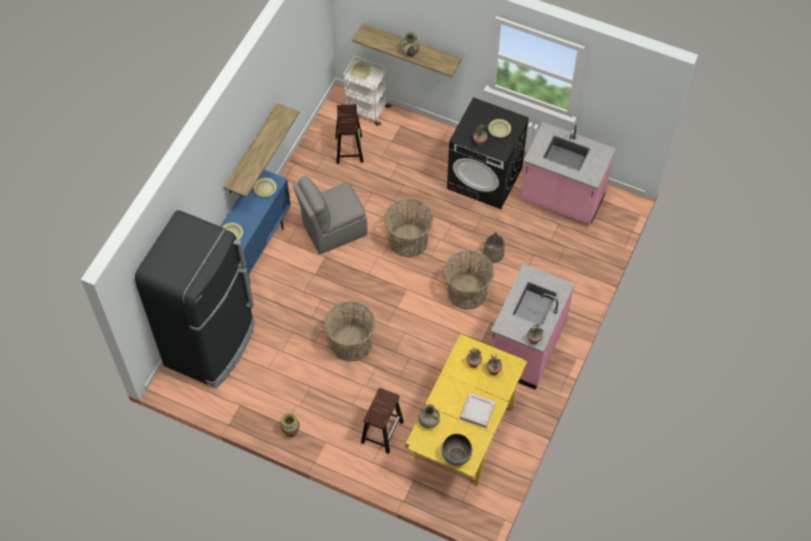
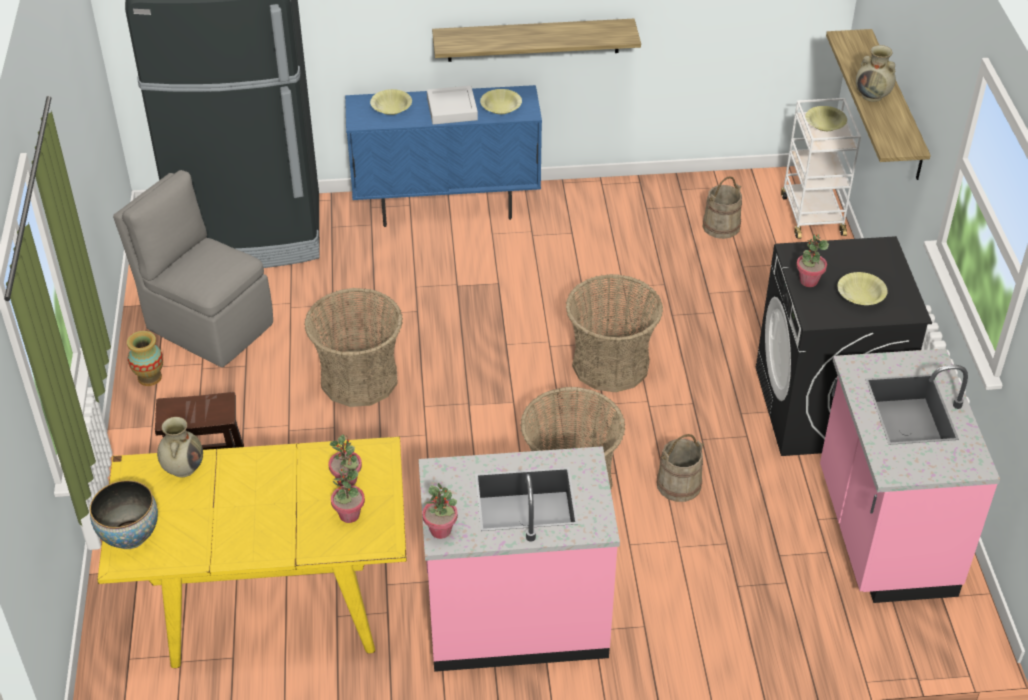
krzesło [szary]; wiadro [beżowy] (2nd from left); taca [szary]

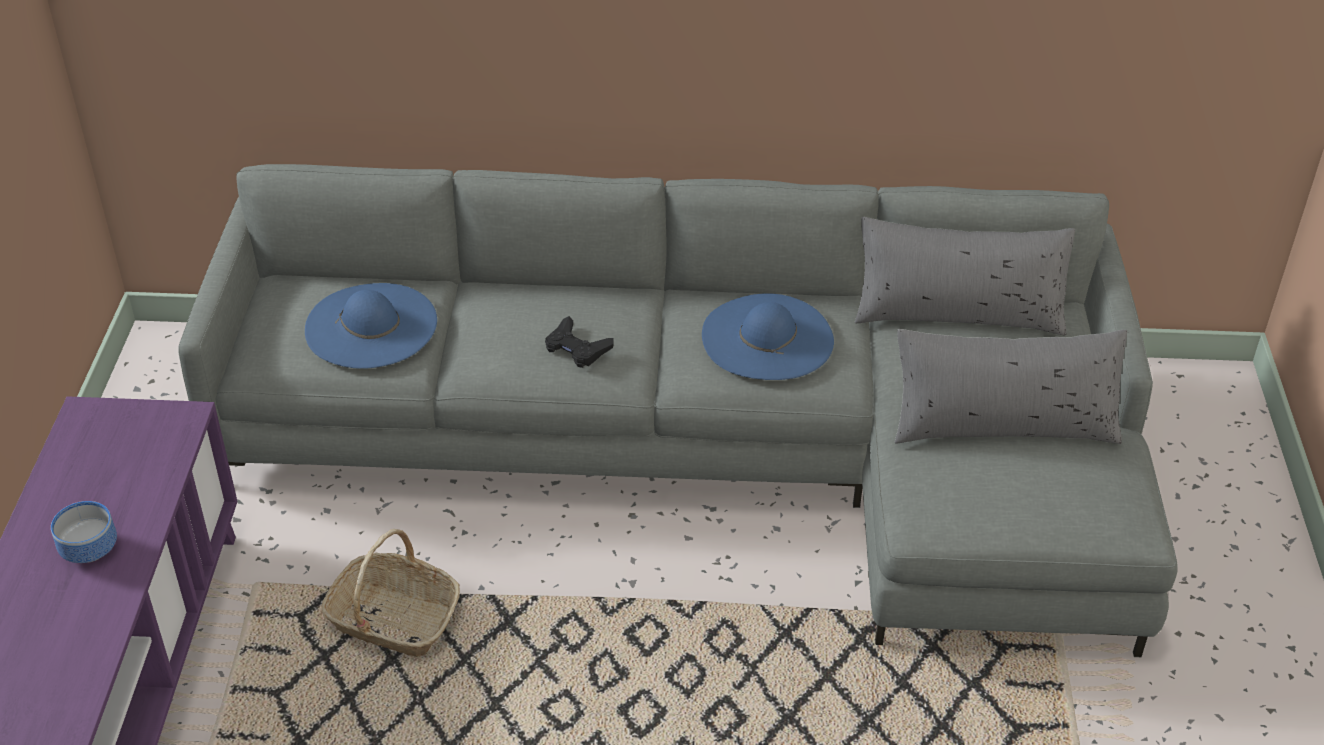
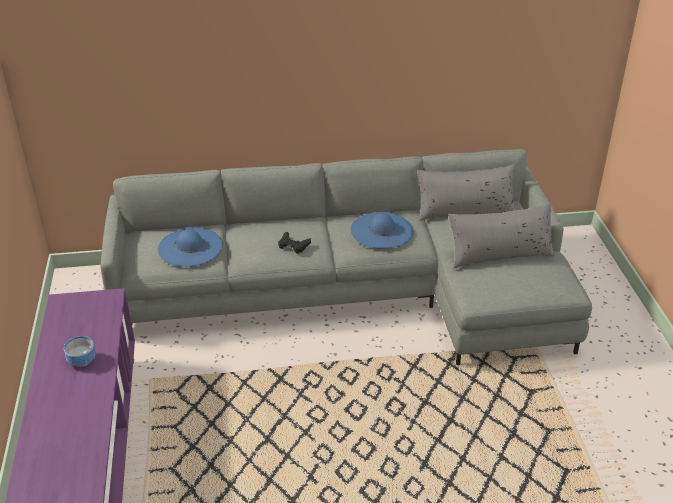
koszyk

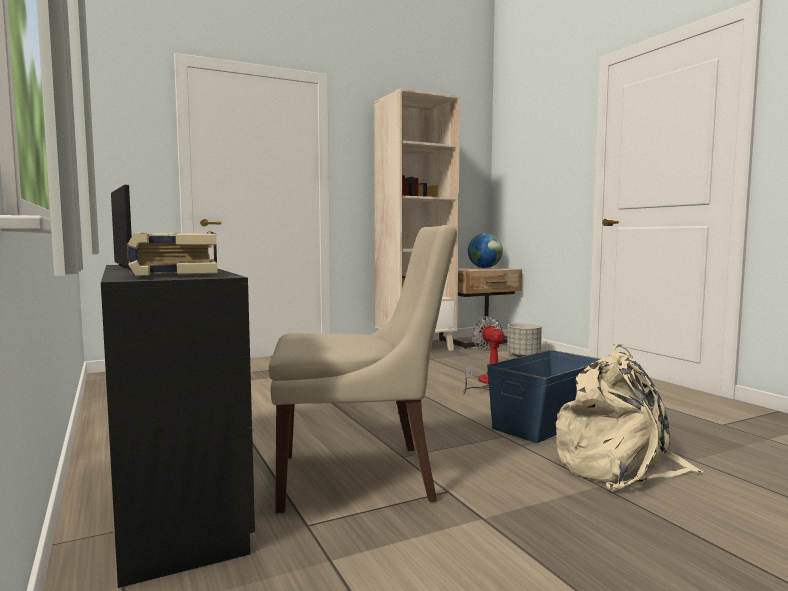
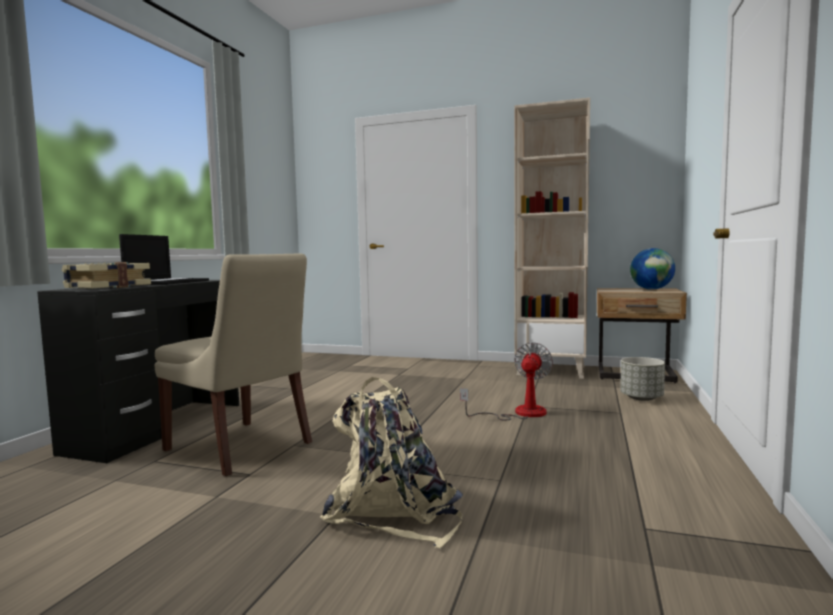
pojemnik do przechowywania [niebieski]

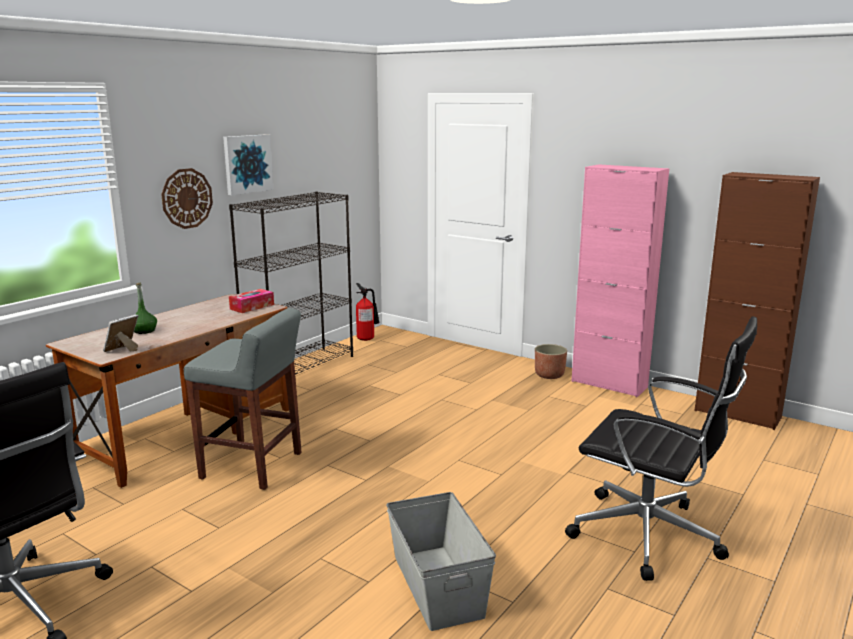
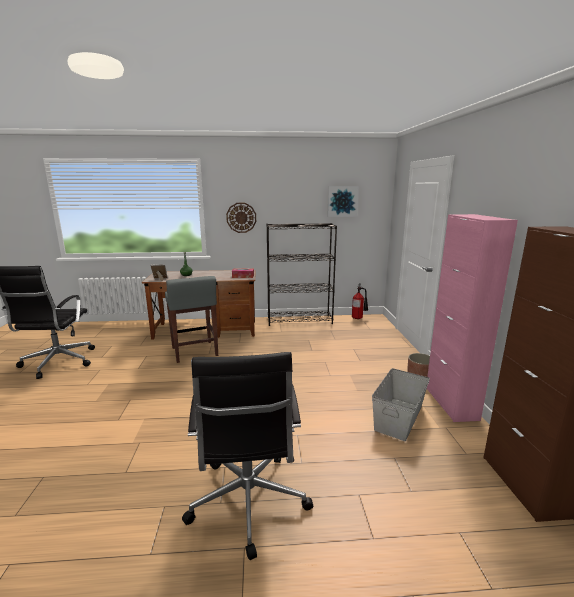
obraz; pojemnik do przechowywania [szary]

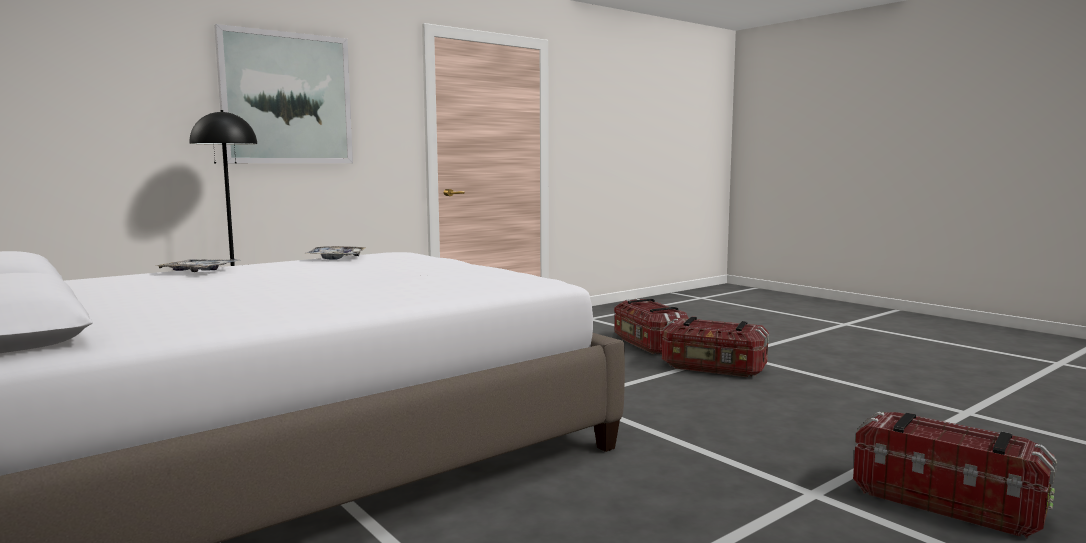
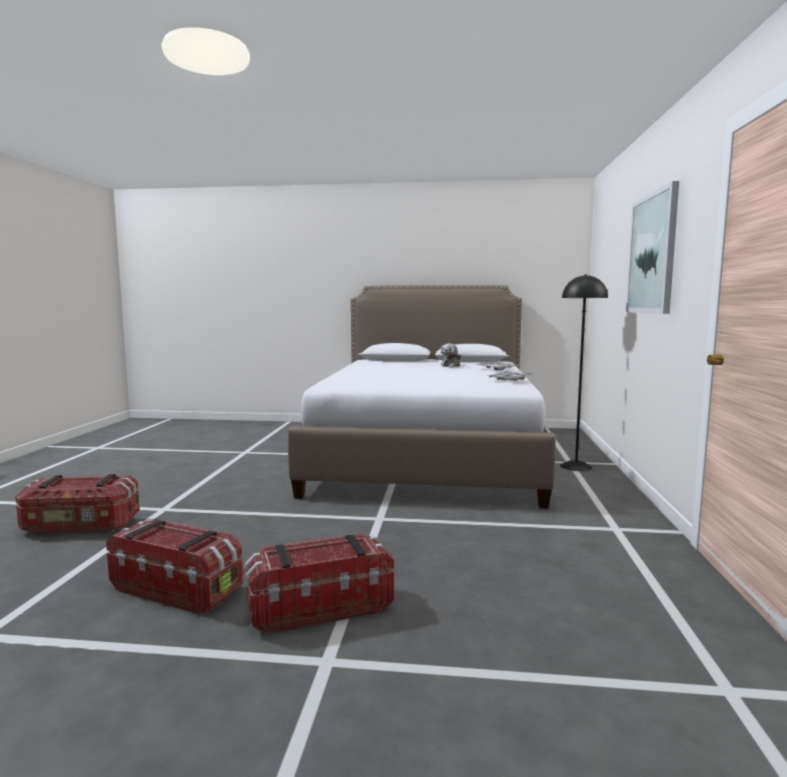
pojemnik do przechowywania (2nd from left); pluszak

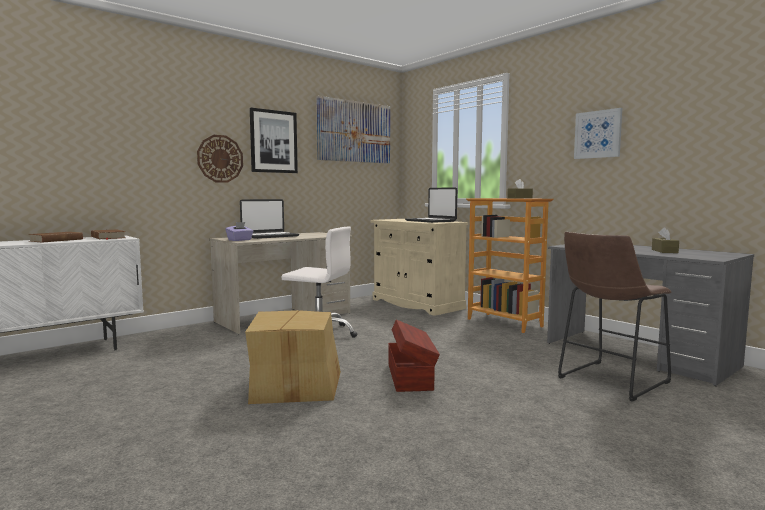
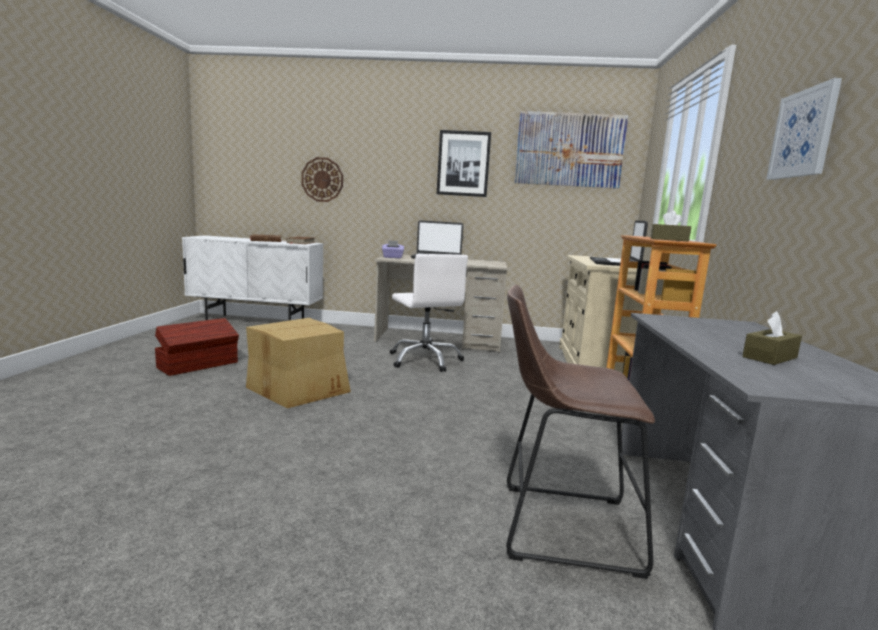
zegar ścienny; pojemnik do przechowywania [brązowy]

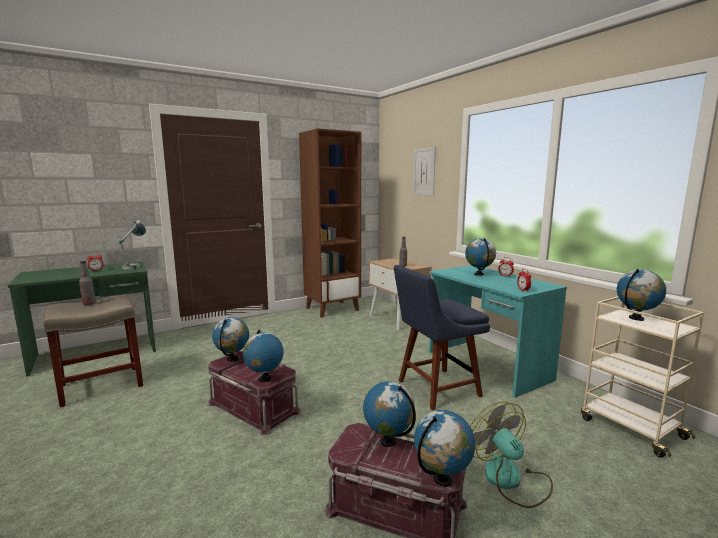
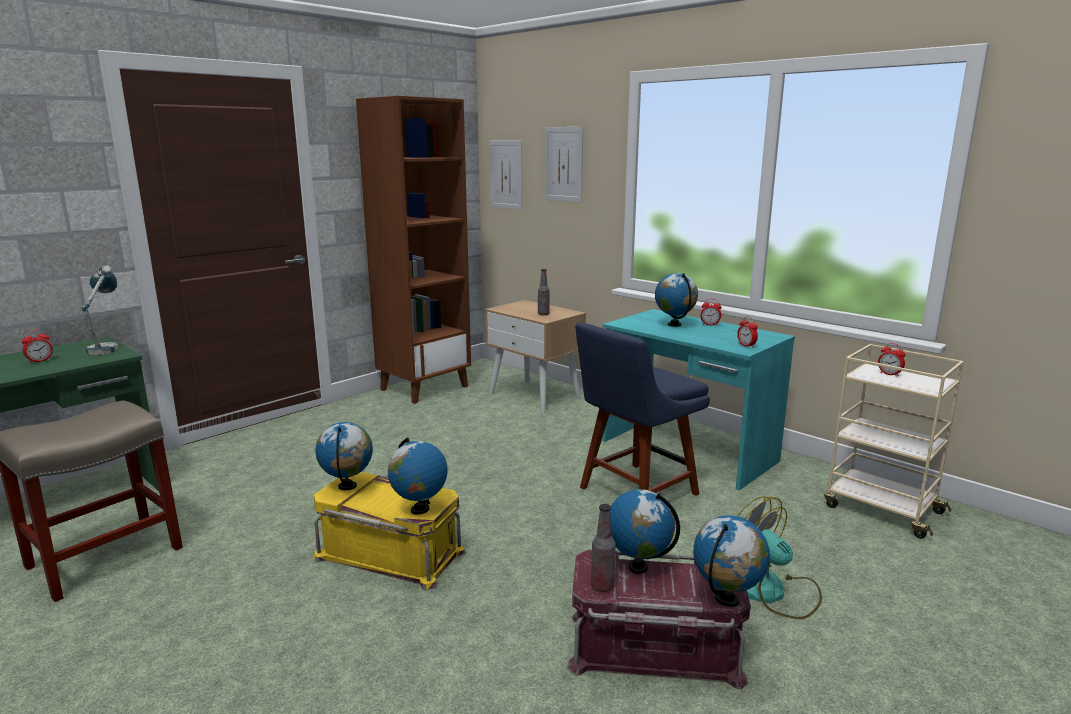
butelka (2nd from left); pojemnik do przechowywania [żółty]; budzik (4th from left); obraz (1st from left)

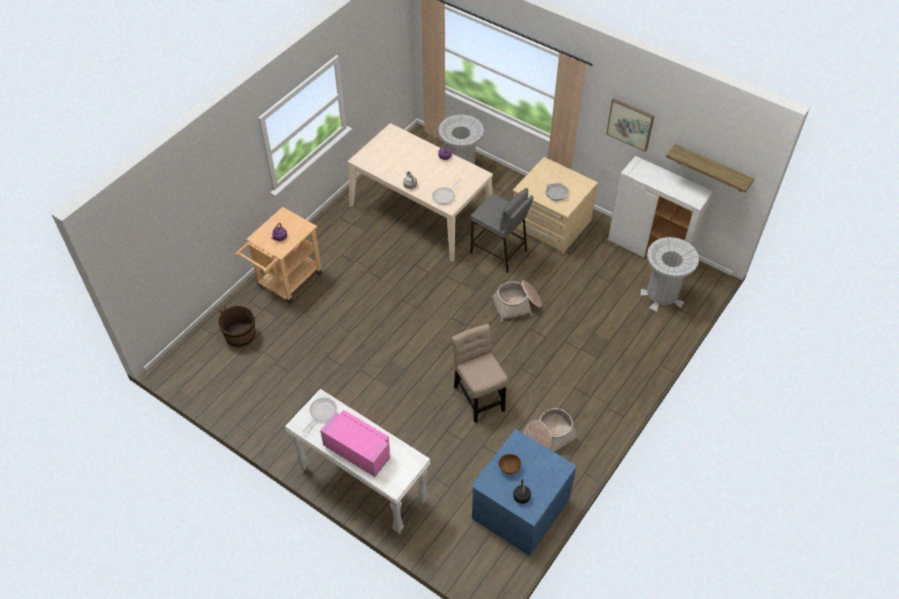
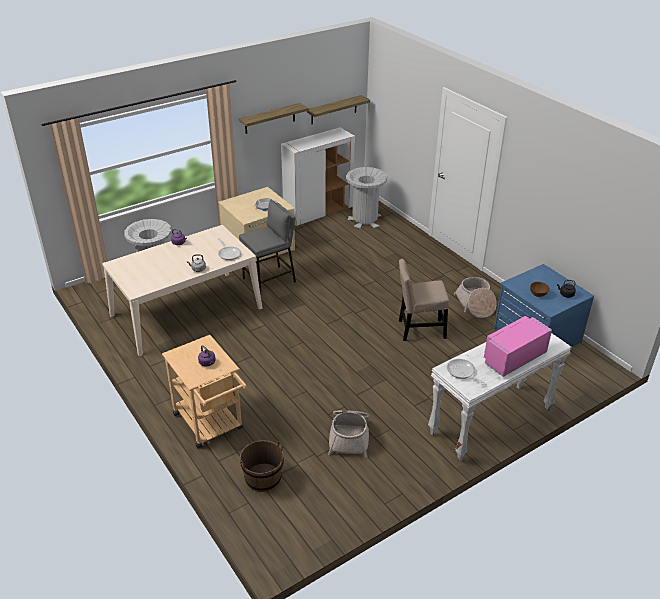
koszyk (1st from left); półka (1st from left)

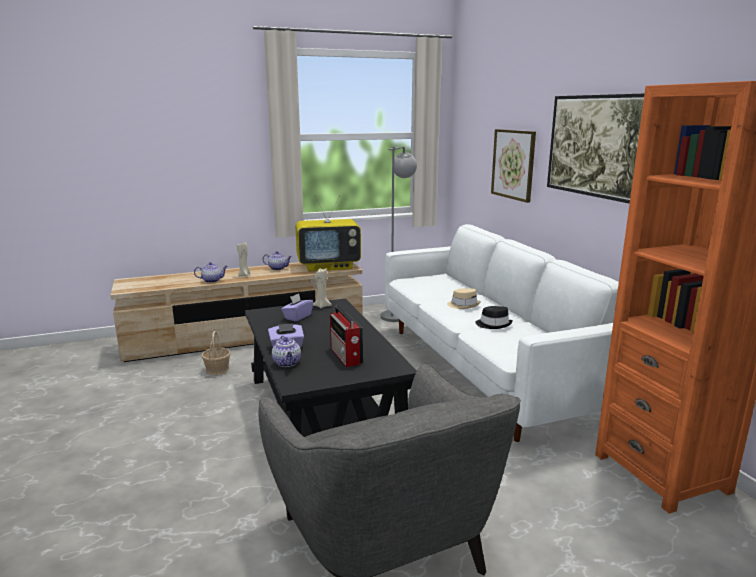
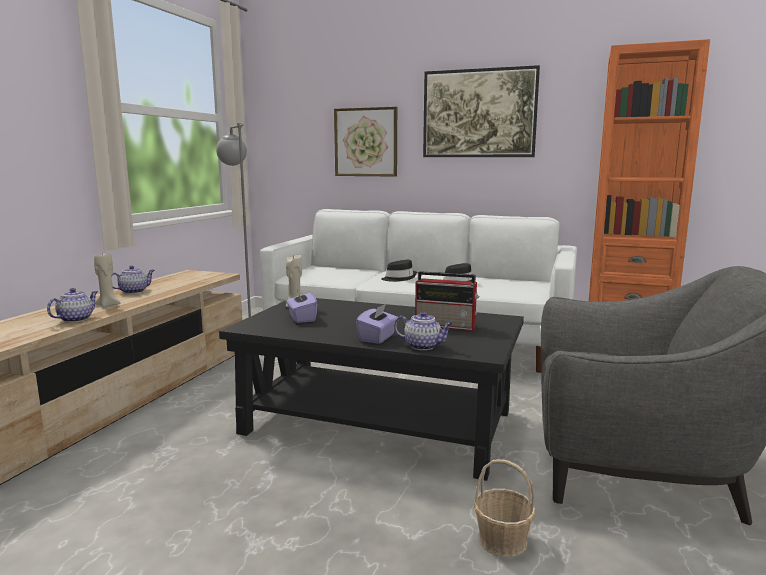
koszyk; telewizor; kapelusz [czarny] (1st from left)

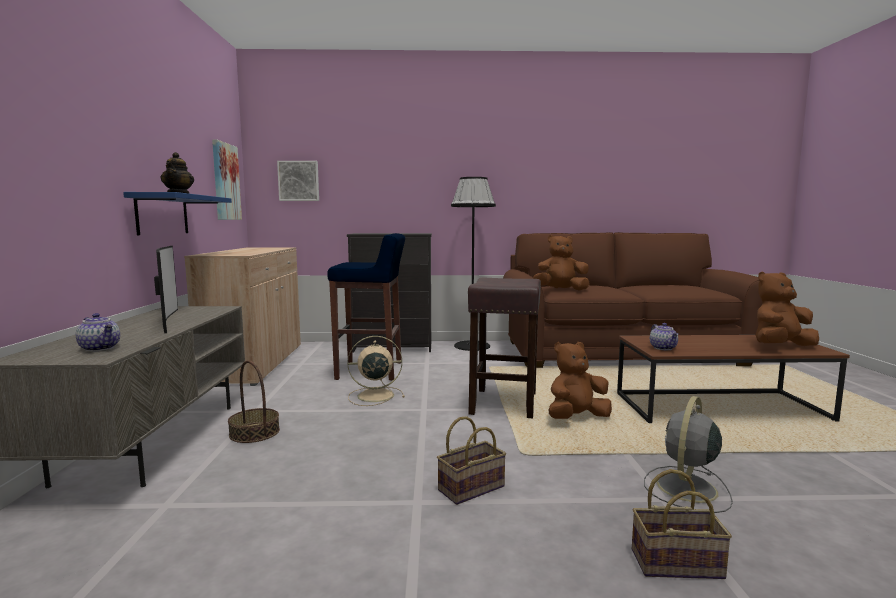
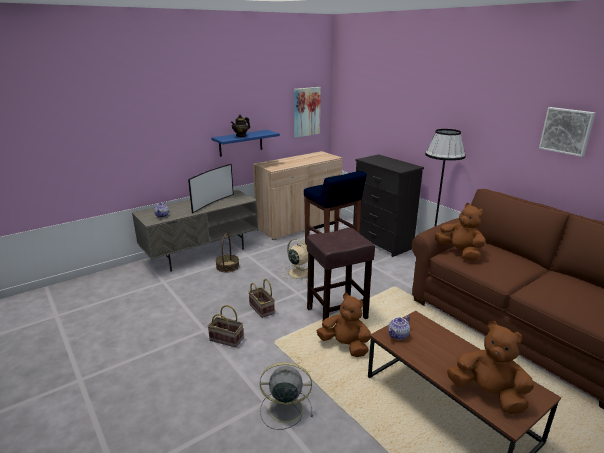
obraz (2nd from left); koszyk (3rd from left)

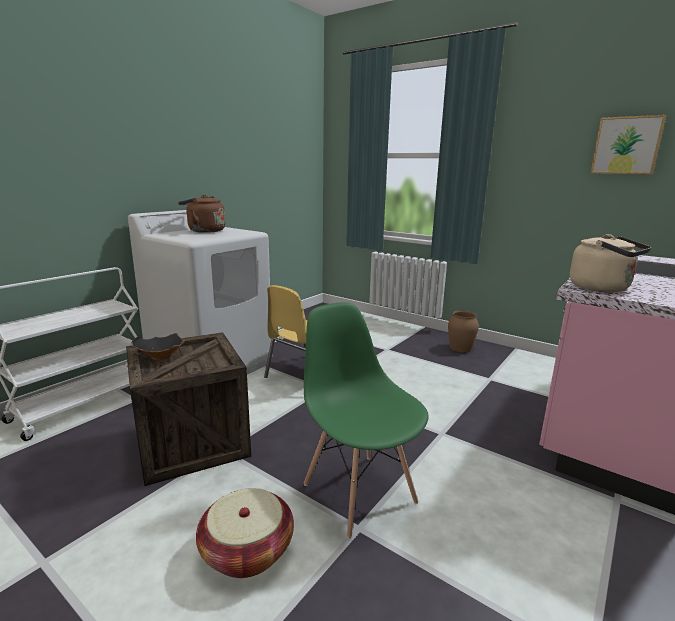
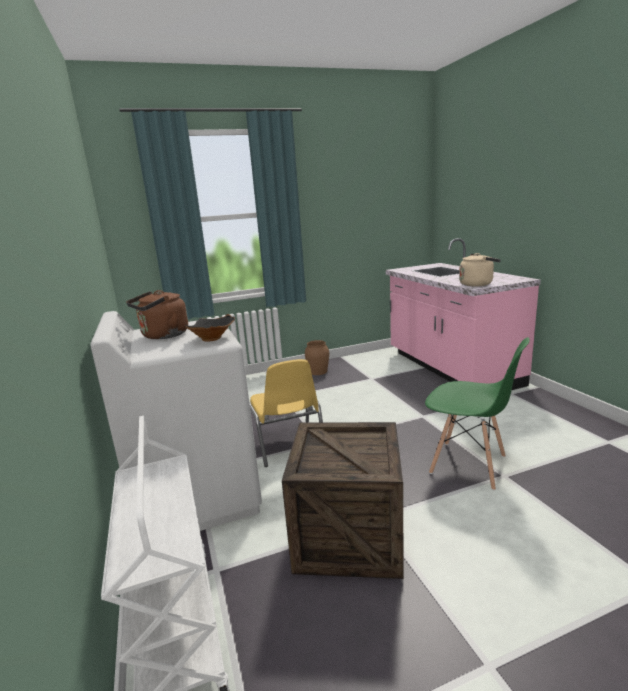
miska [czarny]; koszyk; krzesło [zielony]; obraz

